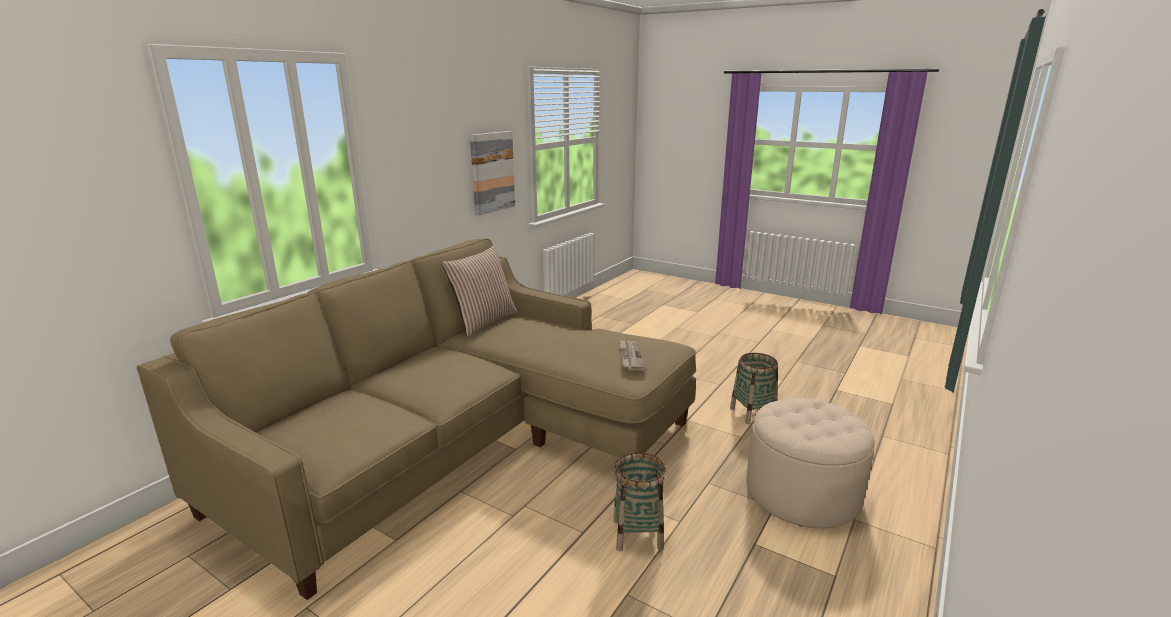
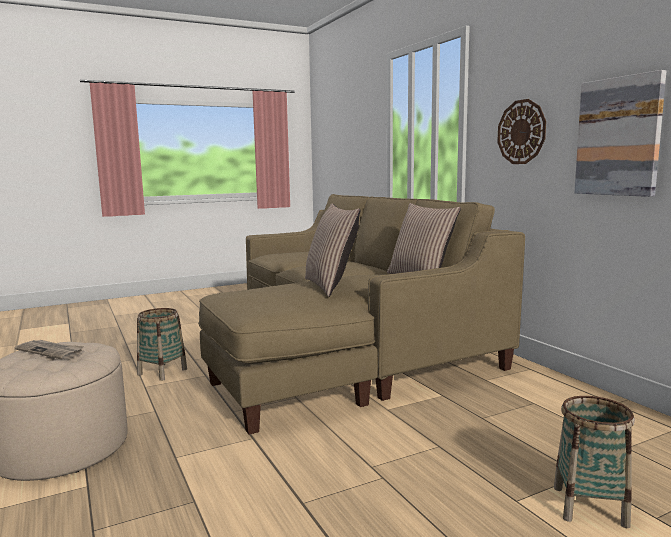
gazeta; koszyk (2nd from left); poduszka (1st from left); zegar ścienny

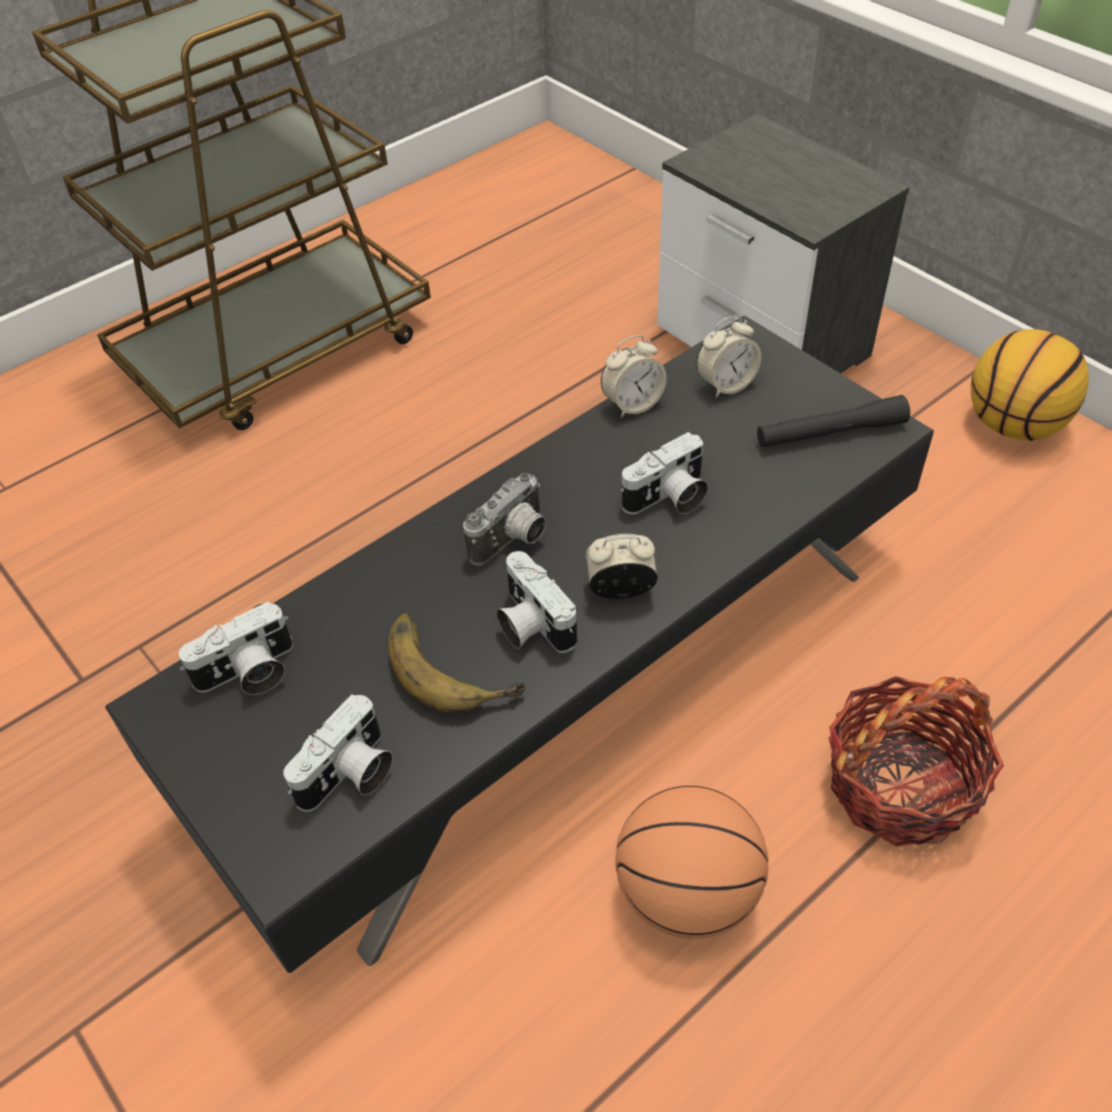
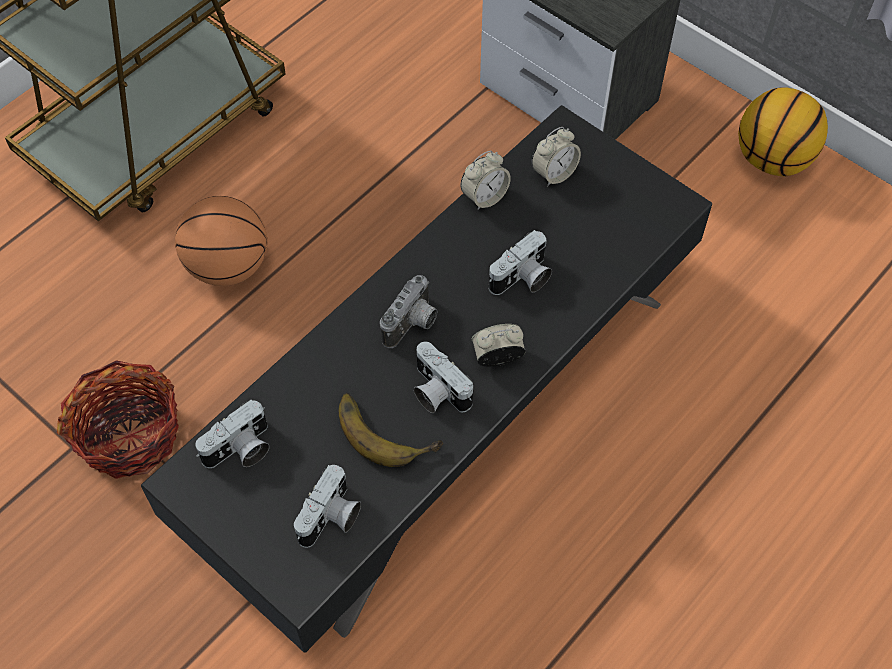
piłka do koszykówki (1st from left); latarka [czarny]; koszyk

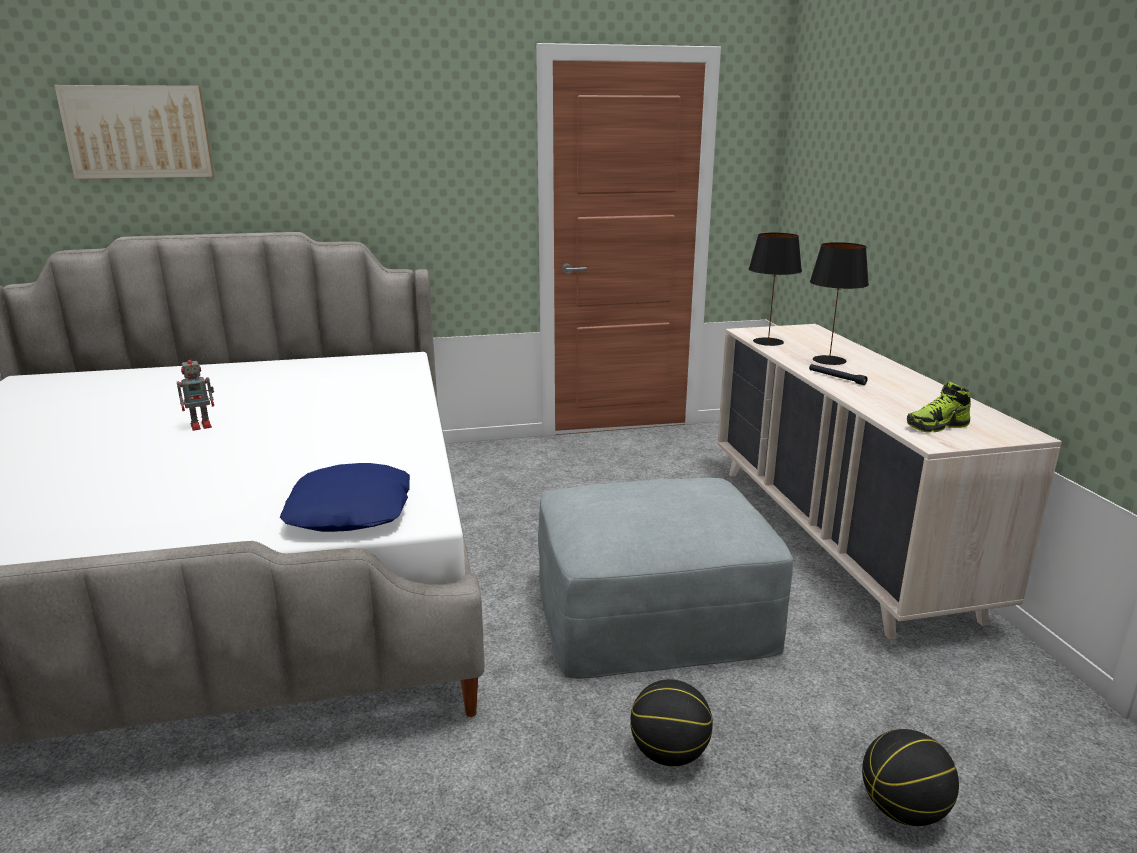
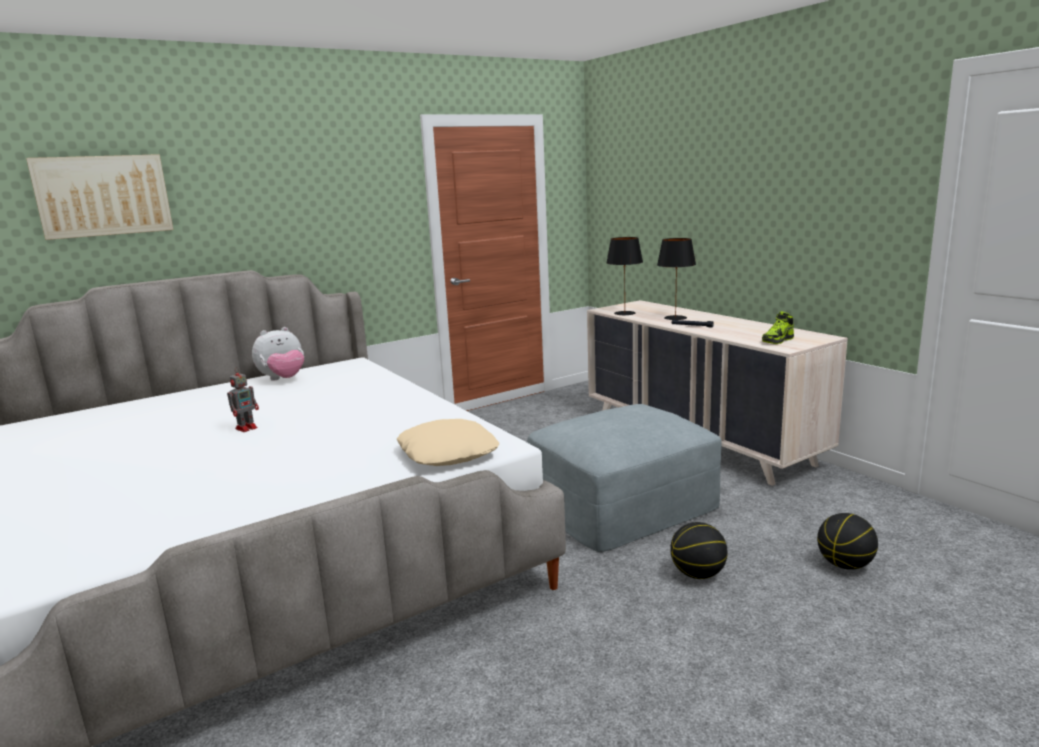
poduszka [beżowy]; pluszak

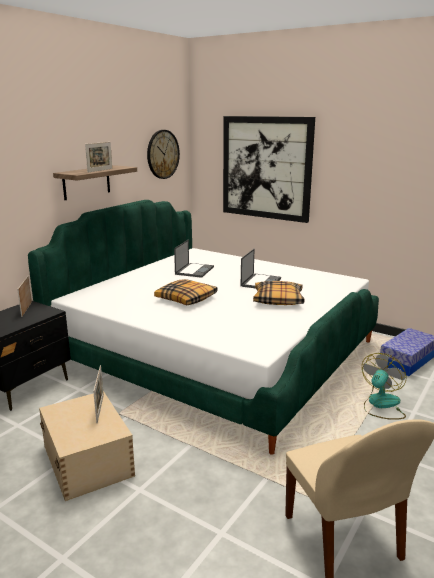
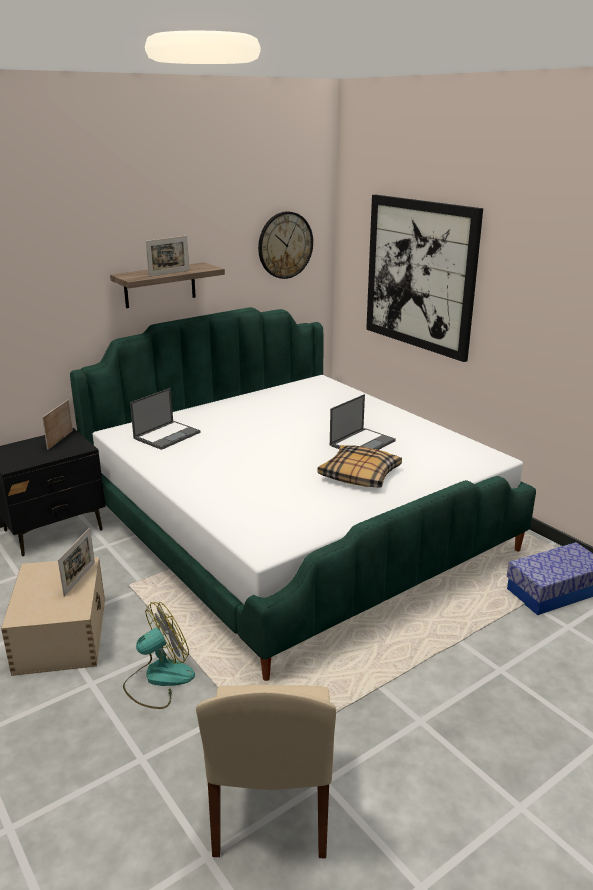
poduszka (1st from left in the first image); laptop (1st from left); wentylator

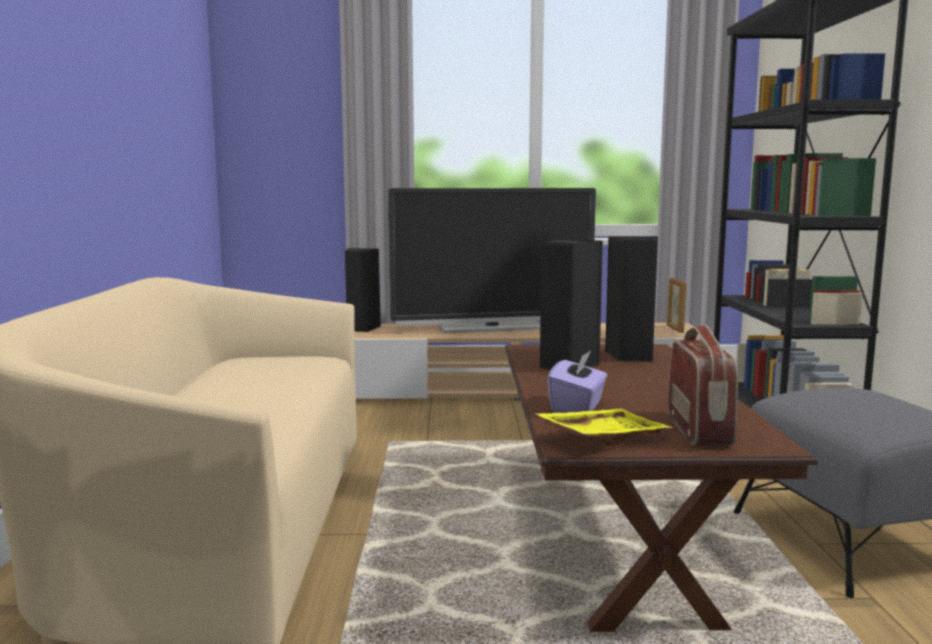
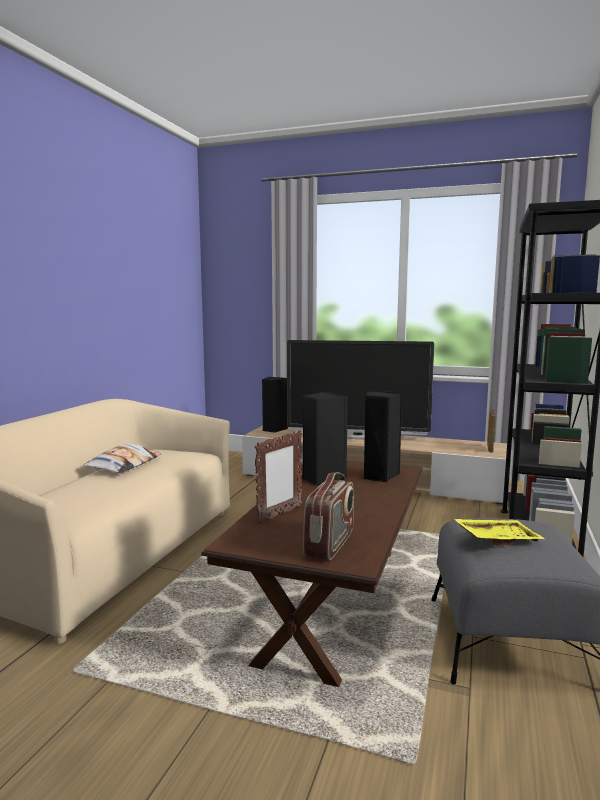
taca [żółty]; ramka na zdjęcie (1st from left); poduszka

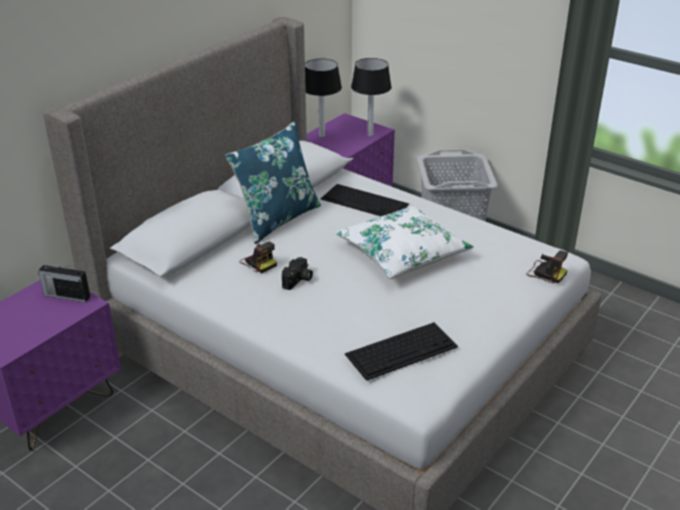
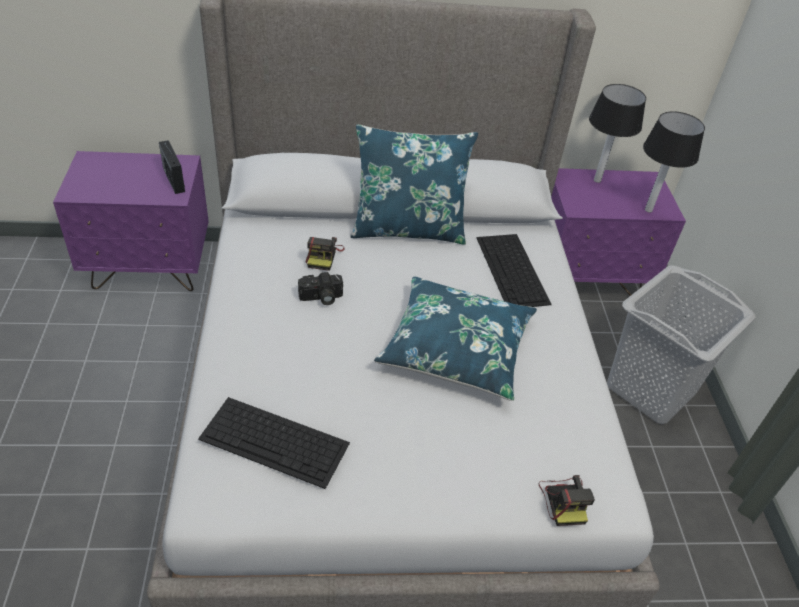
poduszka [niebieski] (2nd from left)

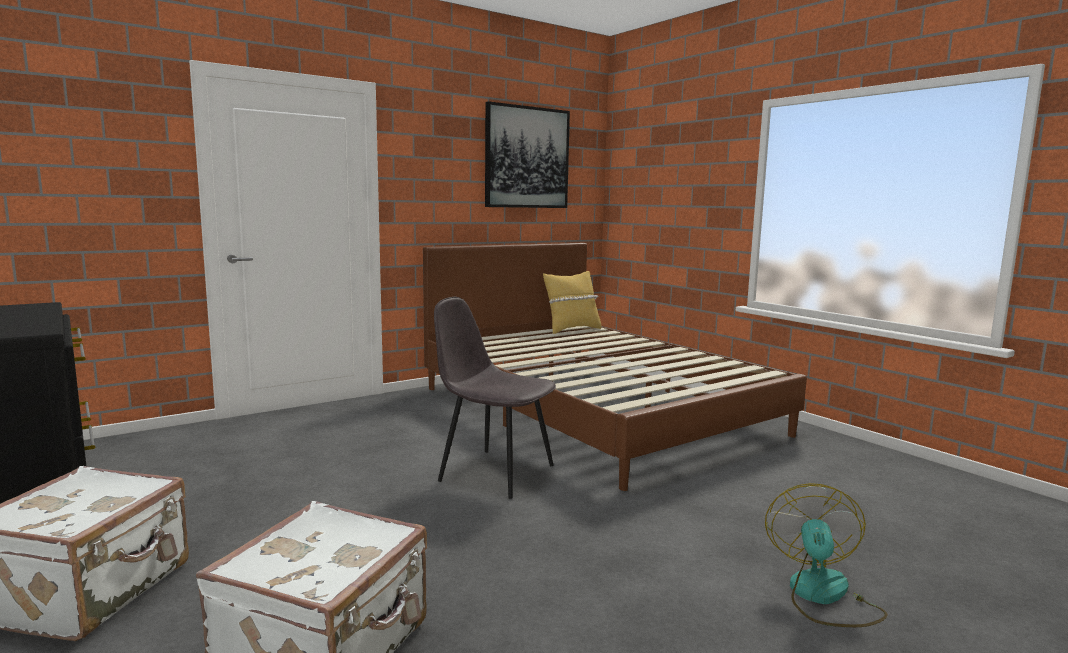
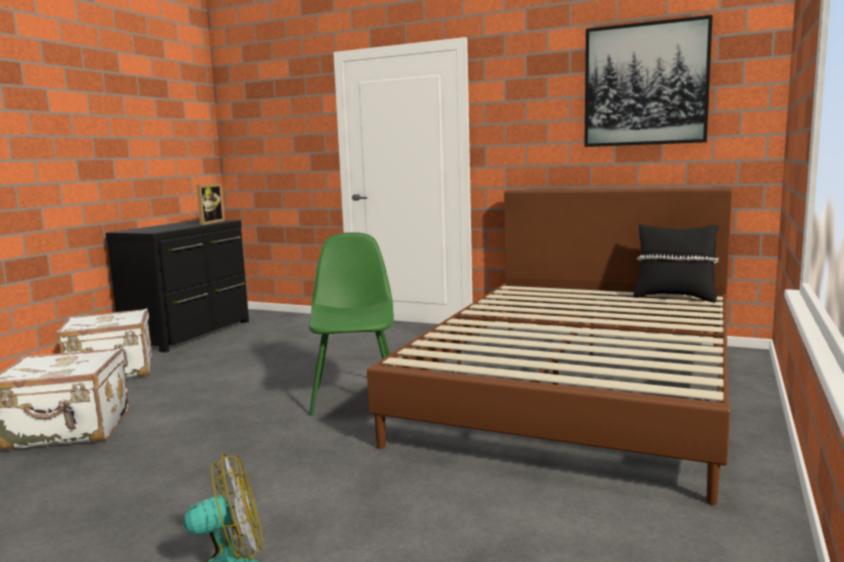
krzesło [zielony]; poduszka [czarny]; ramka na zdjęcie

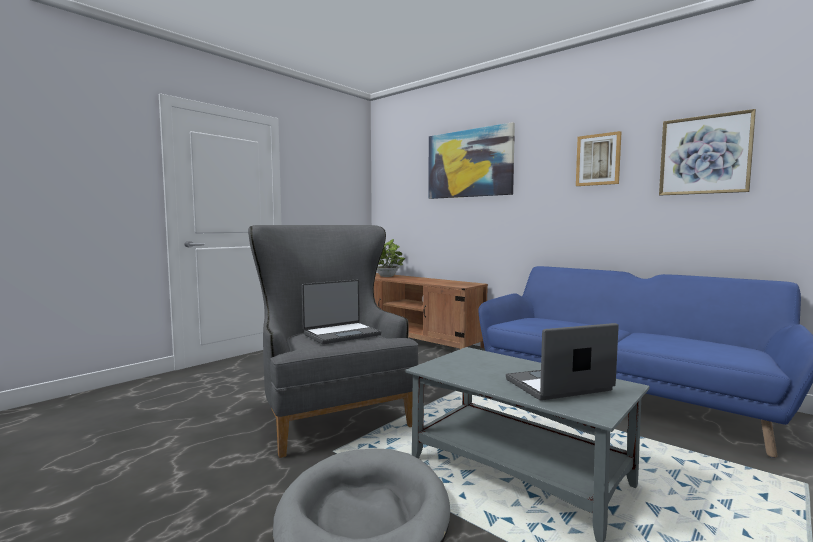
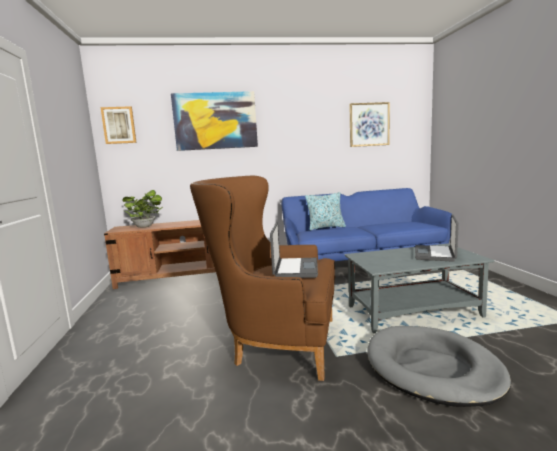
fotel [brązowy]; obraz (1st from left); poduszka

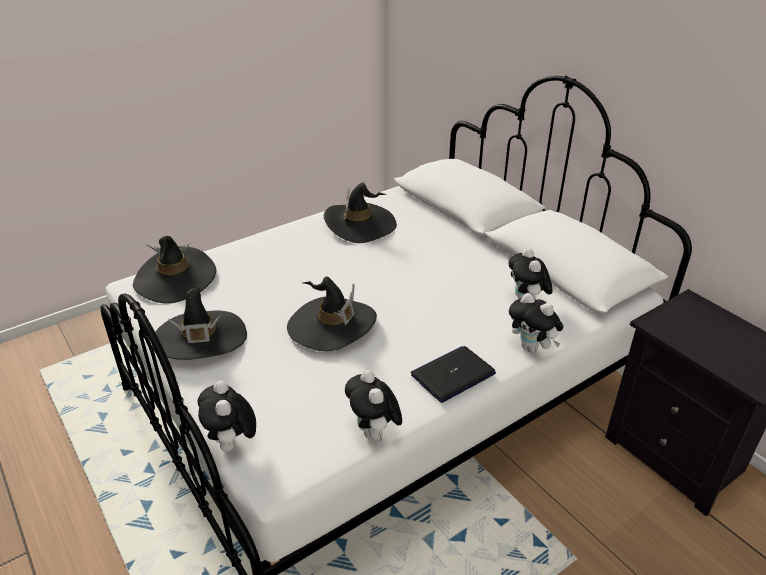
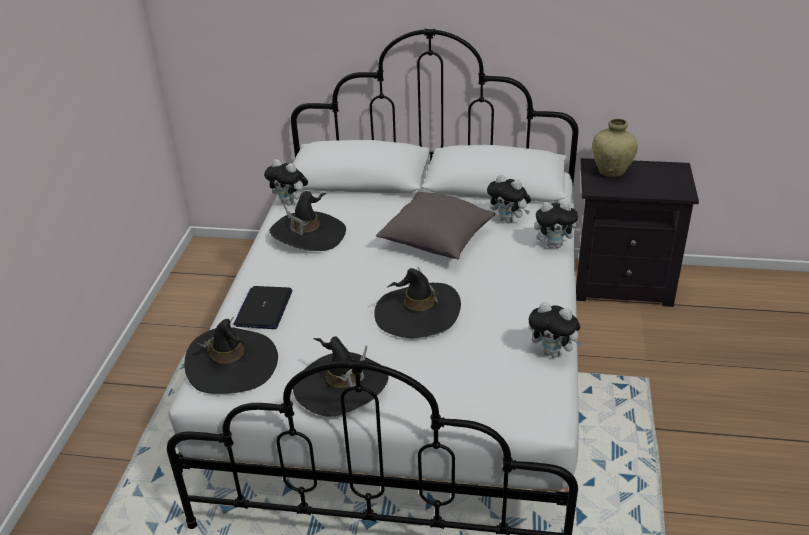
pluszak (1st from left); laptop; poduszka [szary]; wazon [beżowy]

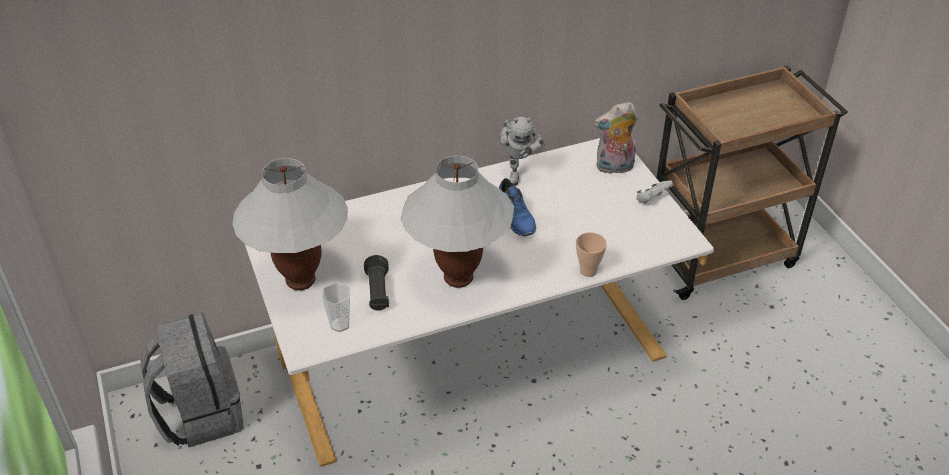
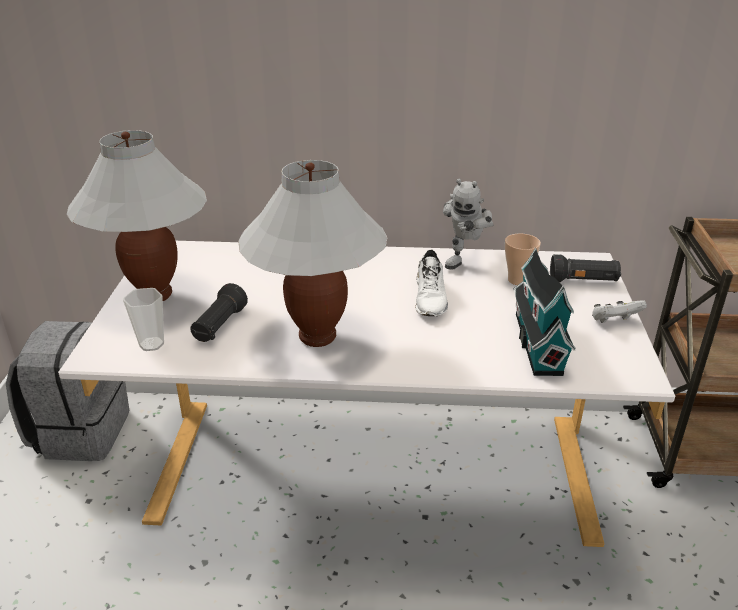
but [biały]; filiżanka (2nd from left); latarka [czarny] (2nd from left); domek

